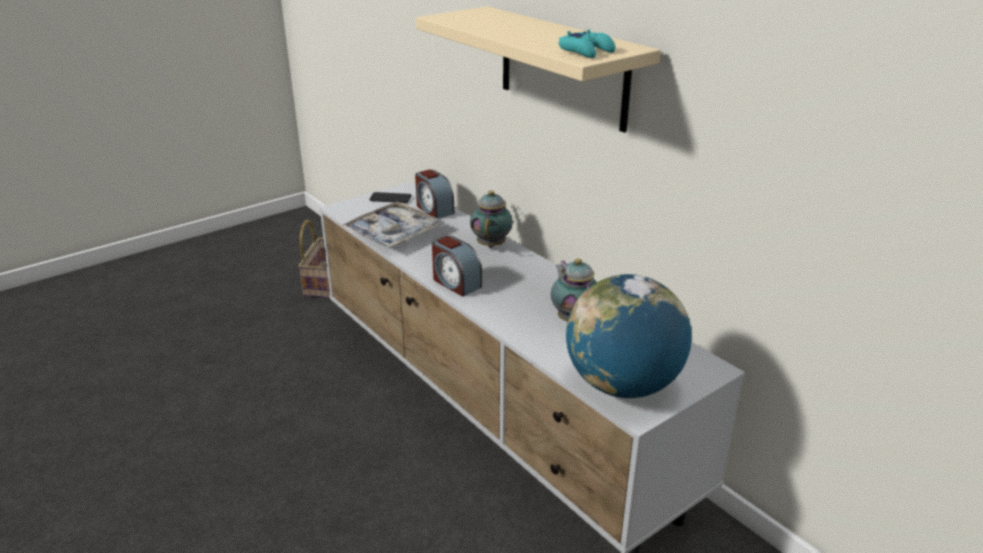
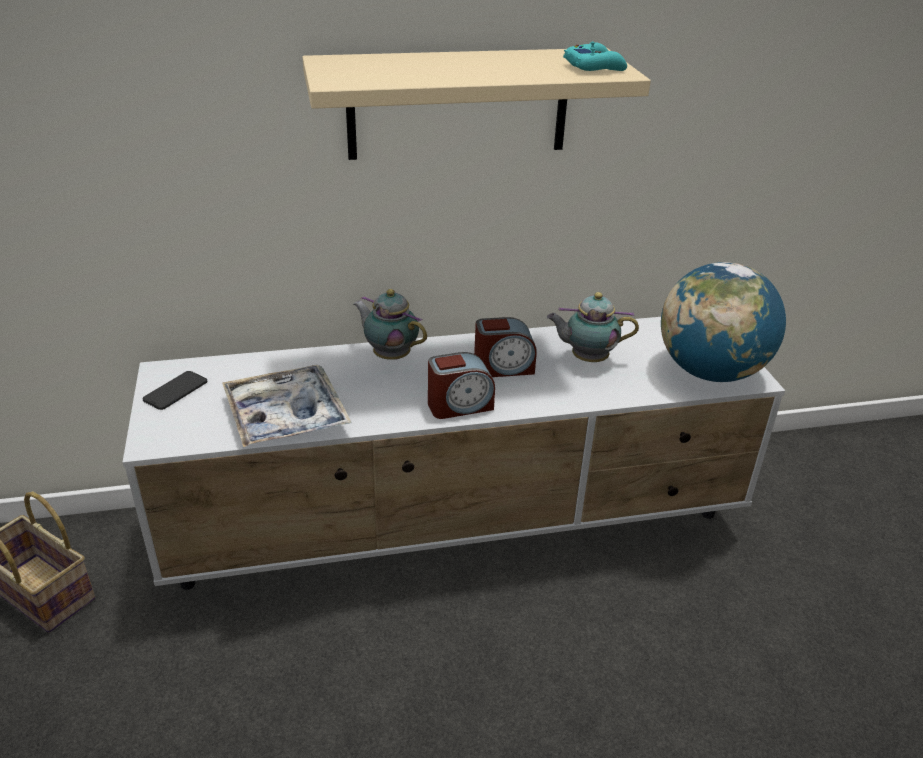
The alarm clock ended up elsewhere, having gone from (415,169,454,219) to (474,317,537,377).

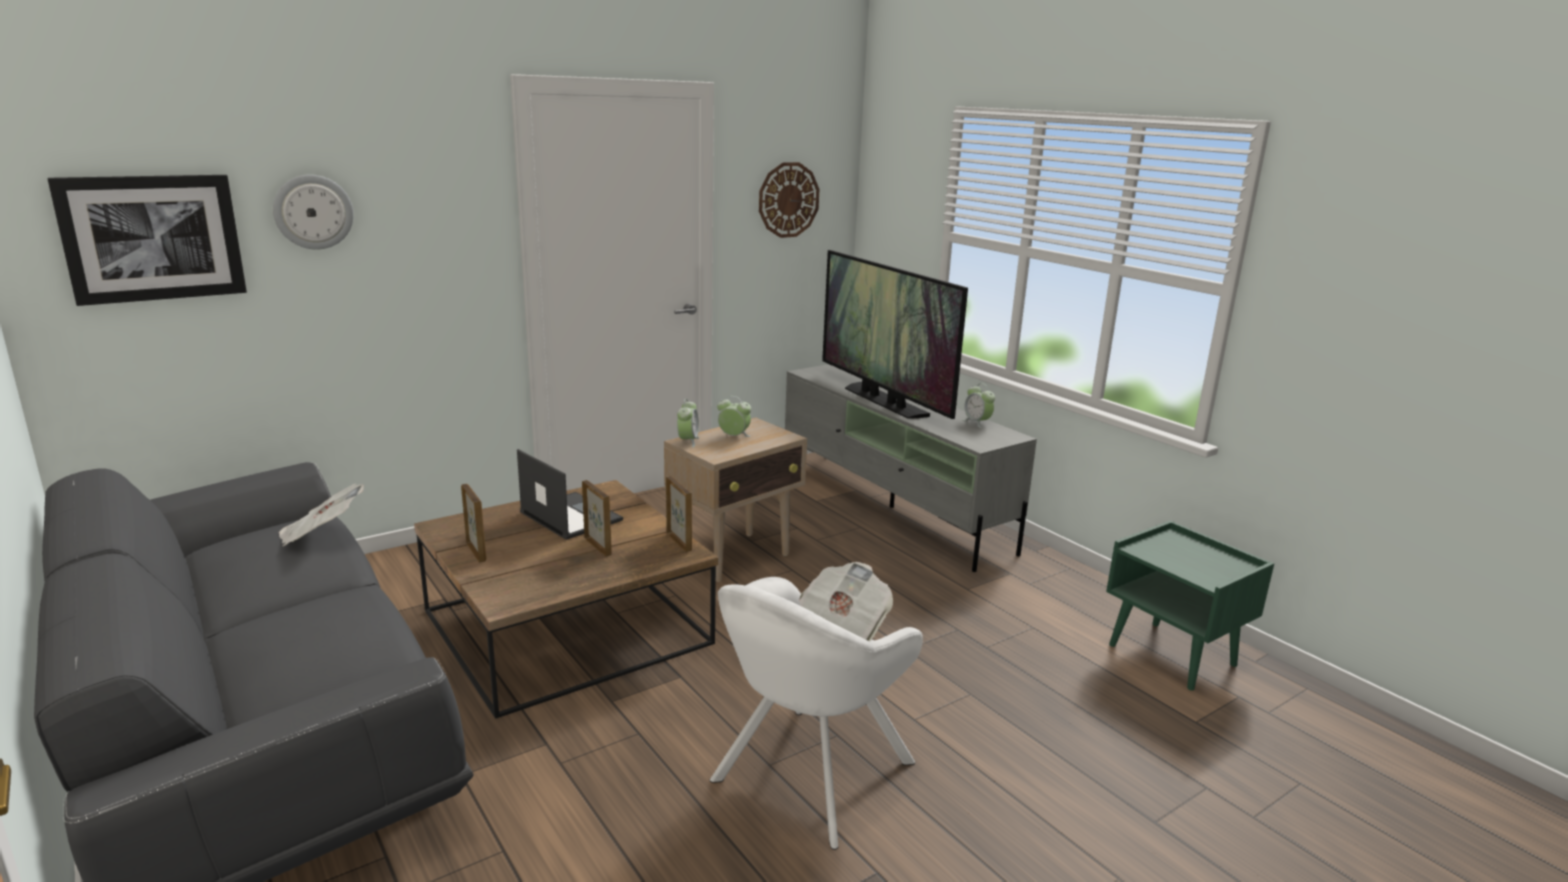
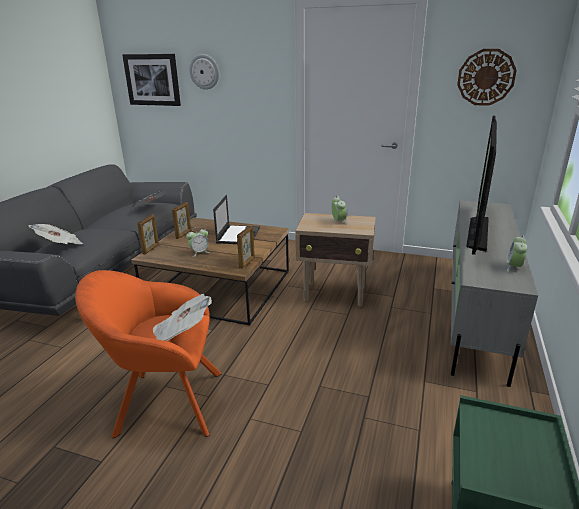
The standing frame ended up elsewhere, having gone from (582,480,612,556) to (137,214,159,255).
The alarm clock ended up elsewhere, having gone from (677,398,699,447) to (186,227,210,257).
What was the whitish easy chair at (710,577,923,850) turned into the orange easy chair at (75,270,222,438).
The second view gained the daily paper at (28,224,83,244).

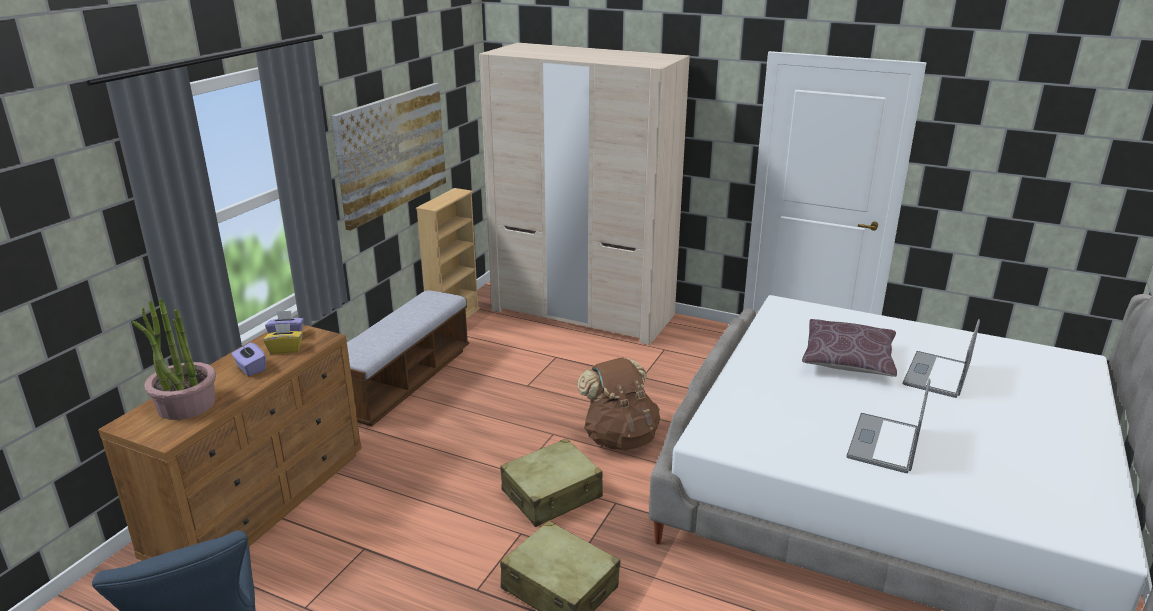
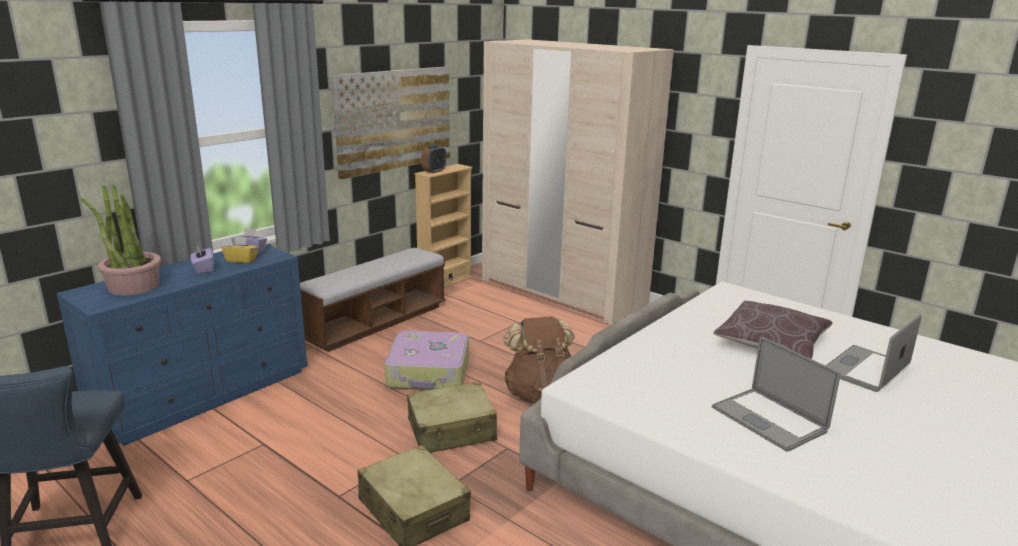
What was the brown chest of drawers at (98,325,362,561) turned into the blue-coloured chest of drawers at (56,244,308,446).
The notebook computer at (846,379,931,473) ended up facing another way, 75 degrees counterclockwise from before.
The second view gained the suitcase at (384,330,469,390).
The second view gained the alarm clock at (421,145,446,173).

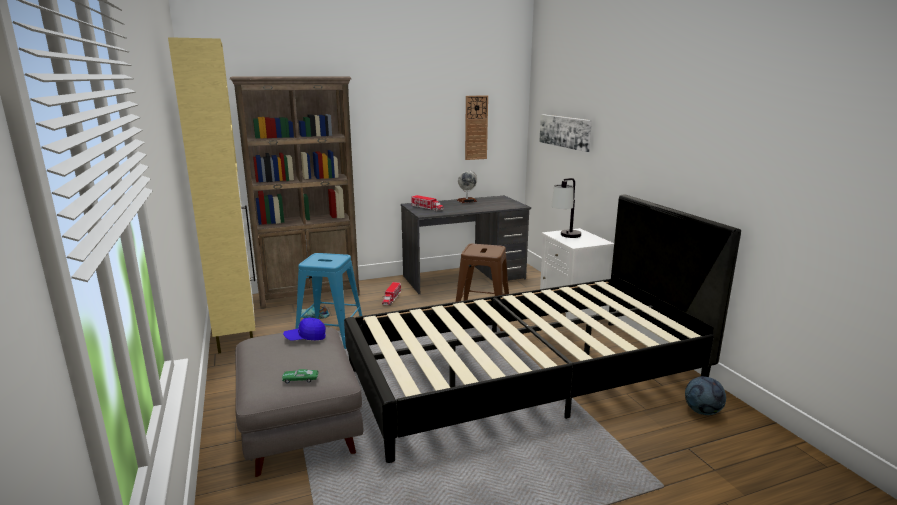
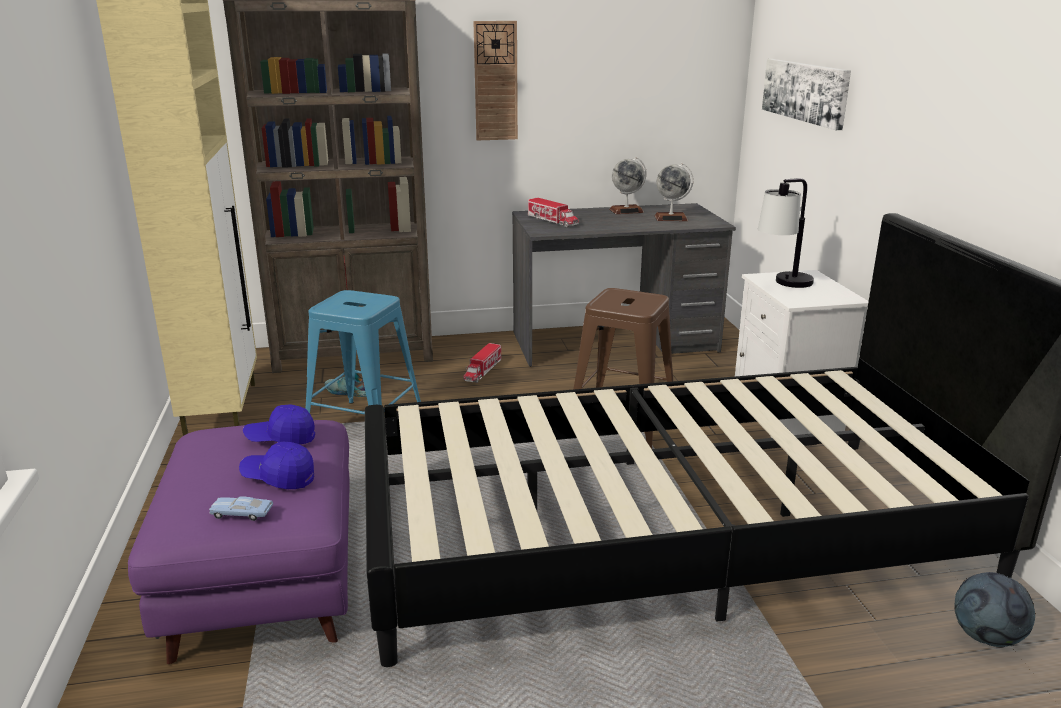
What was the grey footrest at (235,327,363,477) turned into the purplish footrest at (128,420,349,664).
What was the green-coloured model car at (282,369,319,384) turned into the blue-coloured model car at (209,496,273,521).
The hanging clock ended up elsewhere, having gone from (465,95,488,160) to (473,21,518,140).
The second view gained the blue-coloured peaked cap at (239,441,314,489).
The second view gained the desk globe at (654,163,694,221).

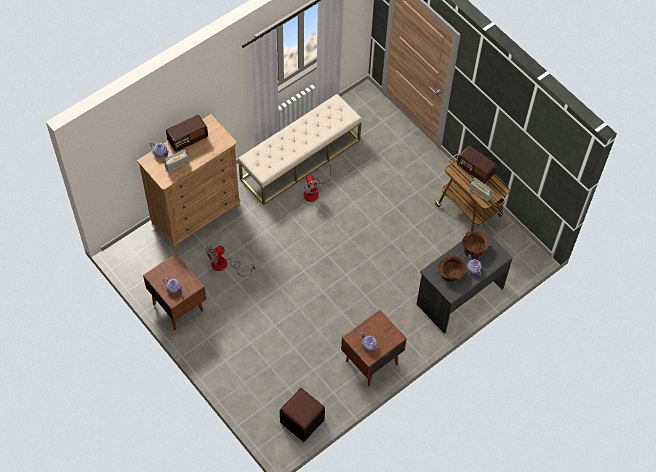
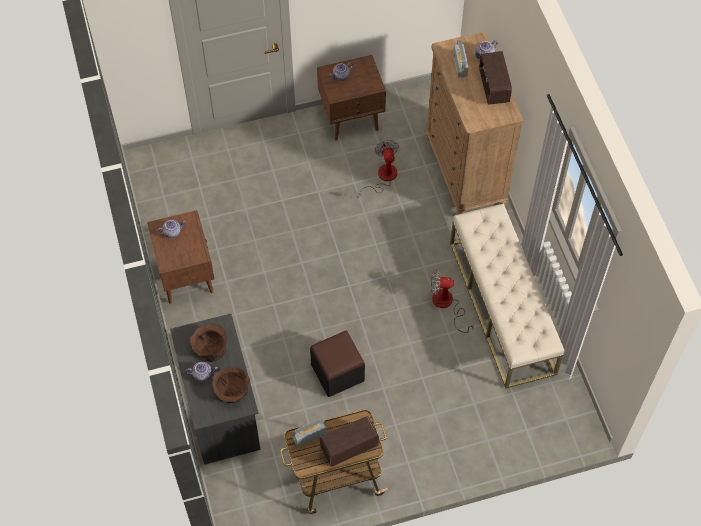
The black-coloured footrest ended up elsewhere, having gone from (280,388,325,442) to (310,331,365,397).

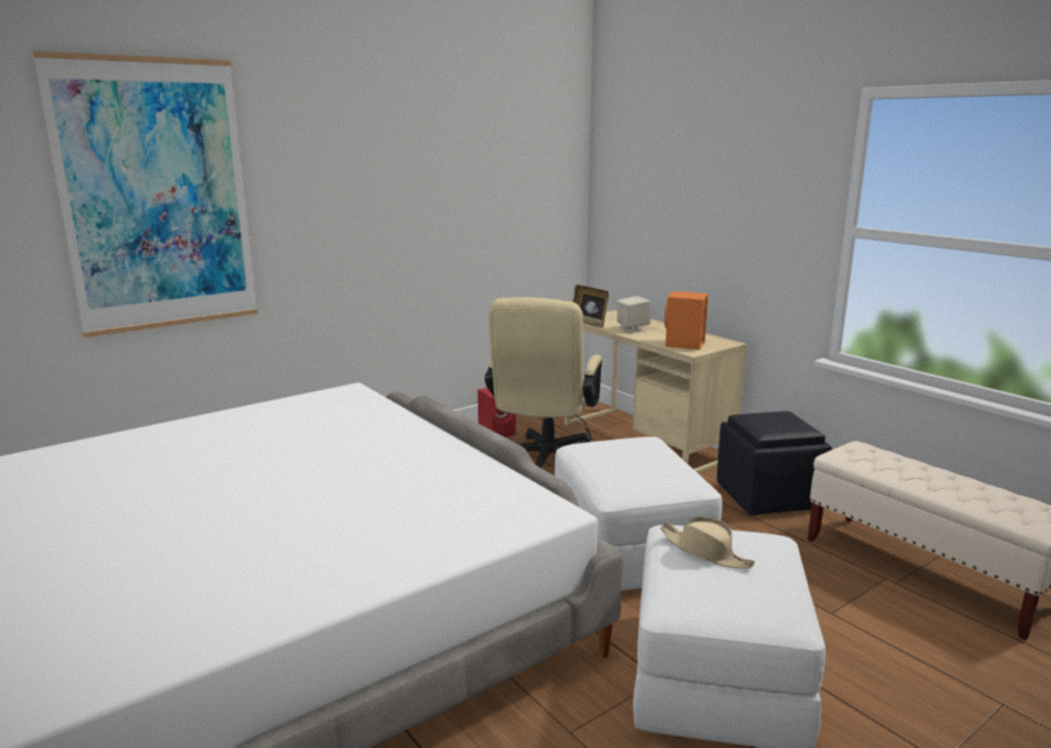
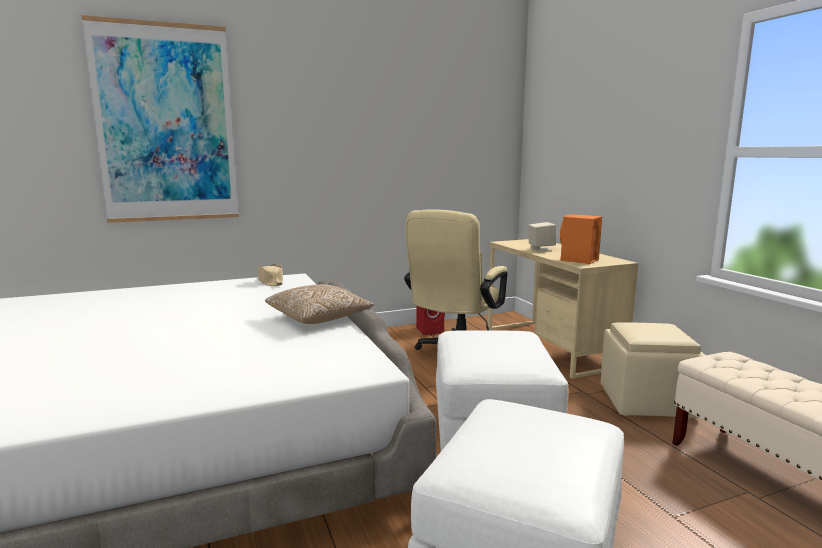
The second view lost the standing frame at (573,285,609,328).
The beige wearable hat ended up elsewhere, having gone from (661,517,755,569) to (258,264,283,286).
What was the black-coloured footrest at (717,411,832,516) turned into the beige footrest at (601,322,706,418).
The second view gained the throw pillow at (265,284,374,324).

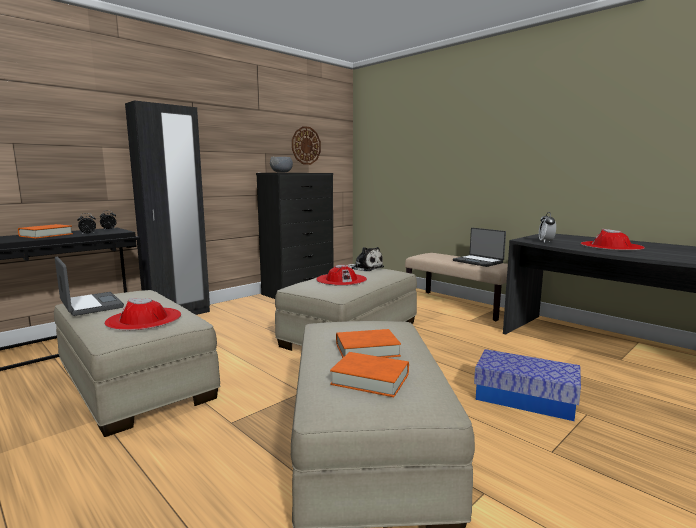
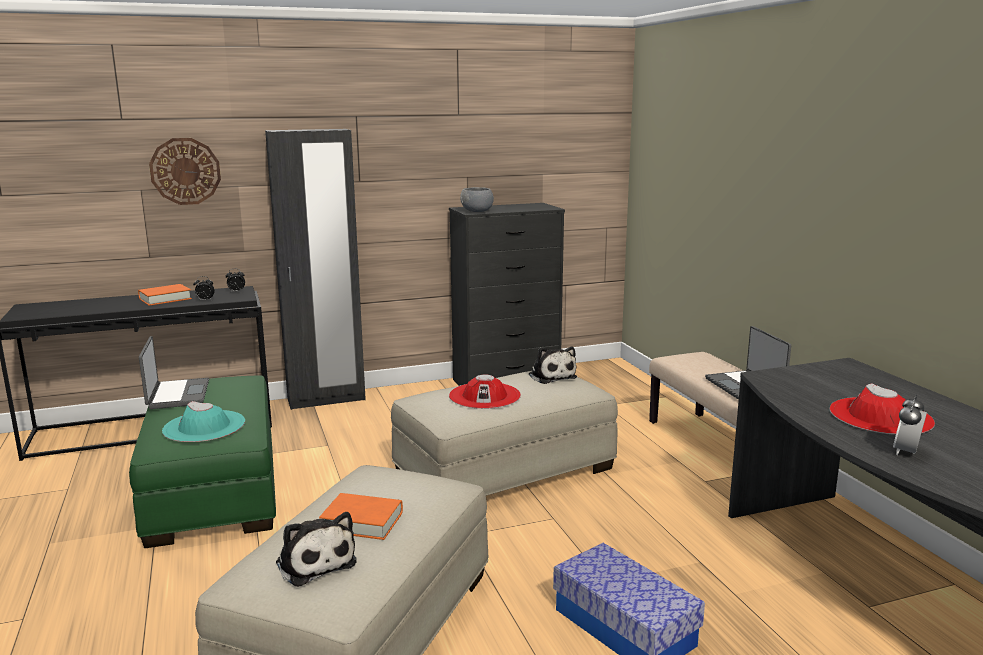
What was the beige footrest at (54,290,221,437) turned into the green-coloured footrest at (129,375,276,548).
What was the red-coloured wearable hat at (104,298,181,330) turned into the blue-green wearable hat at (162,401,245,442).
The hanging clock ended up elsewhere, having gone from (292,126,321,165) to (149,138,221,205).
Where the orange book stood at (330,352,409,397), the soft toy came to stand at (276,512,356,587).
The alarm clock ended up elsewhere, having gone from (539,212,556,243) to (893,394,927,455).

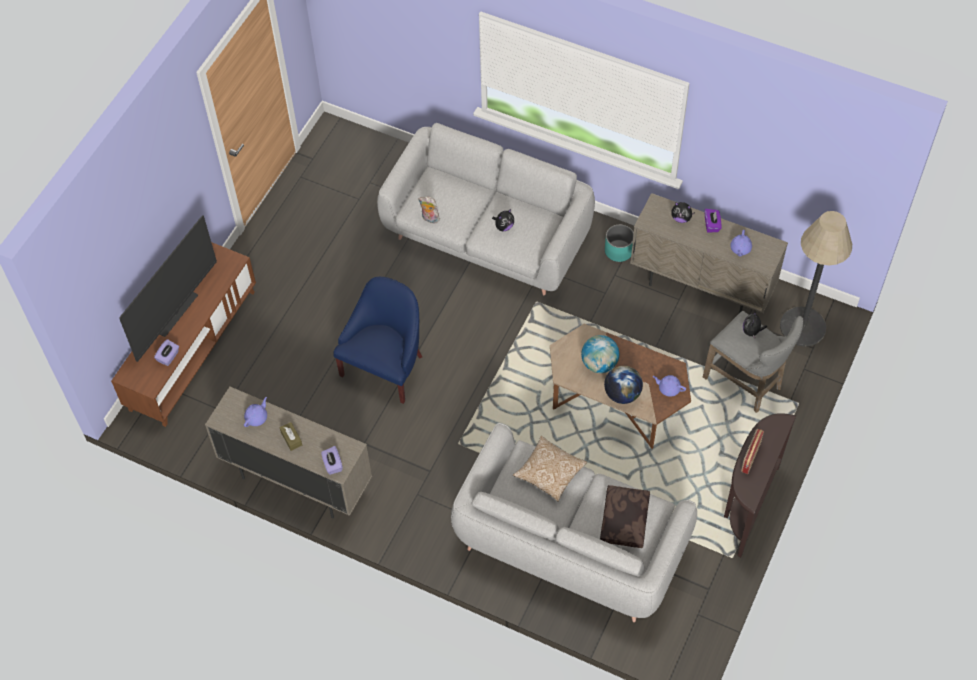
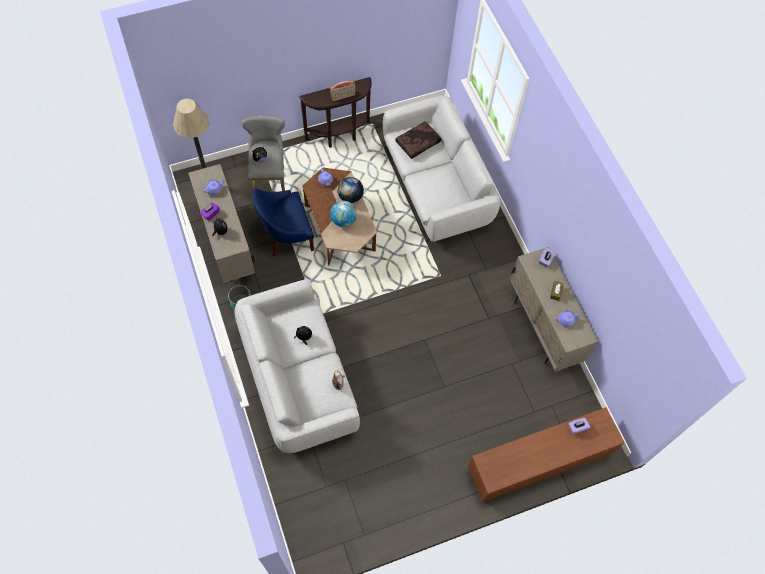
The second view lost the TV at (119,215,217,362).
The blue-coloured easy chair ended up elsewhere, having gone from (333,277,422,404) to (252,189,314,257).
The second view lost the throw pillow at (513,436,587,502).

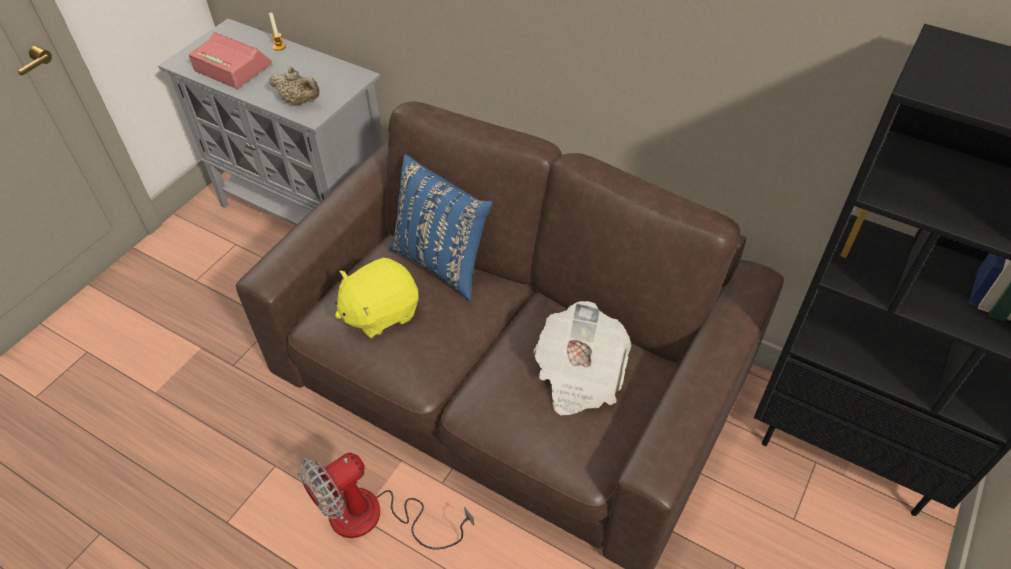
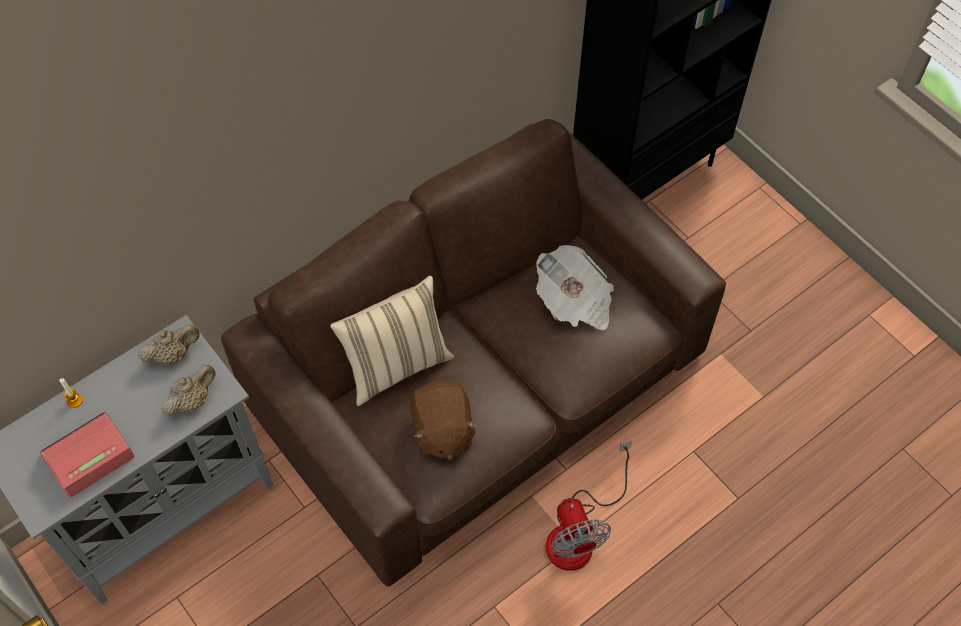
What was the yellow-coloured soft toy at (335,258,419,339) turned into the brown soft toy at (410,381,479,460).
What was the blue-coloured throw pillow at (389,154,493,301) turned into the beige throw pillow at (330,276,454,406).
The second view gained the beige tea pot at (138,325,200,365).

